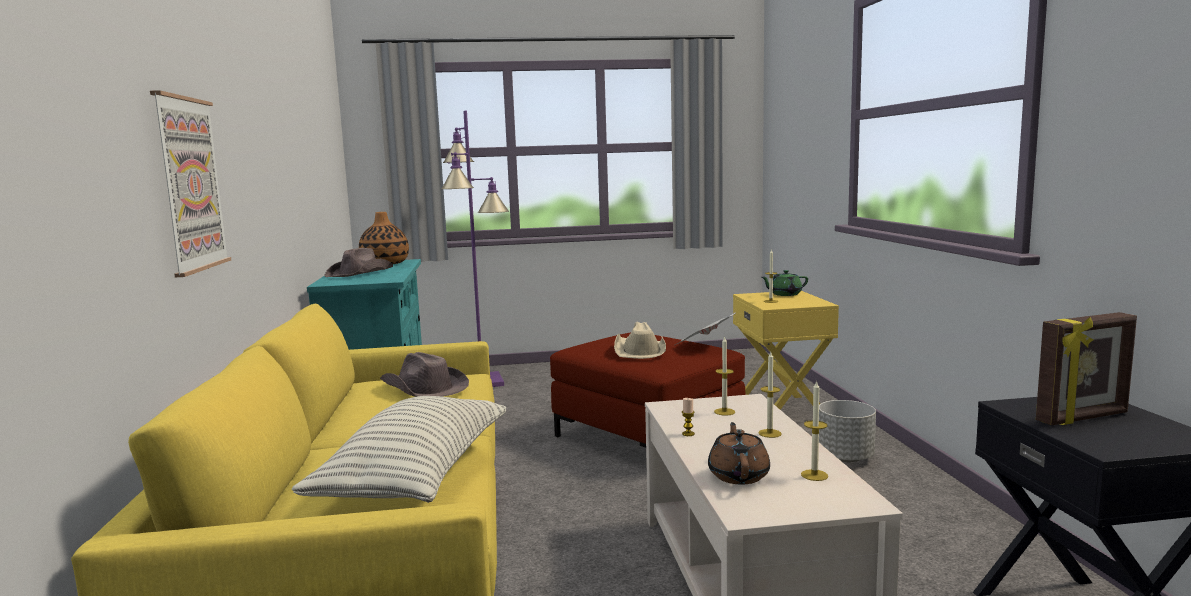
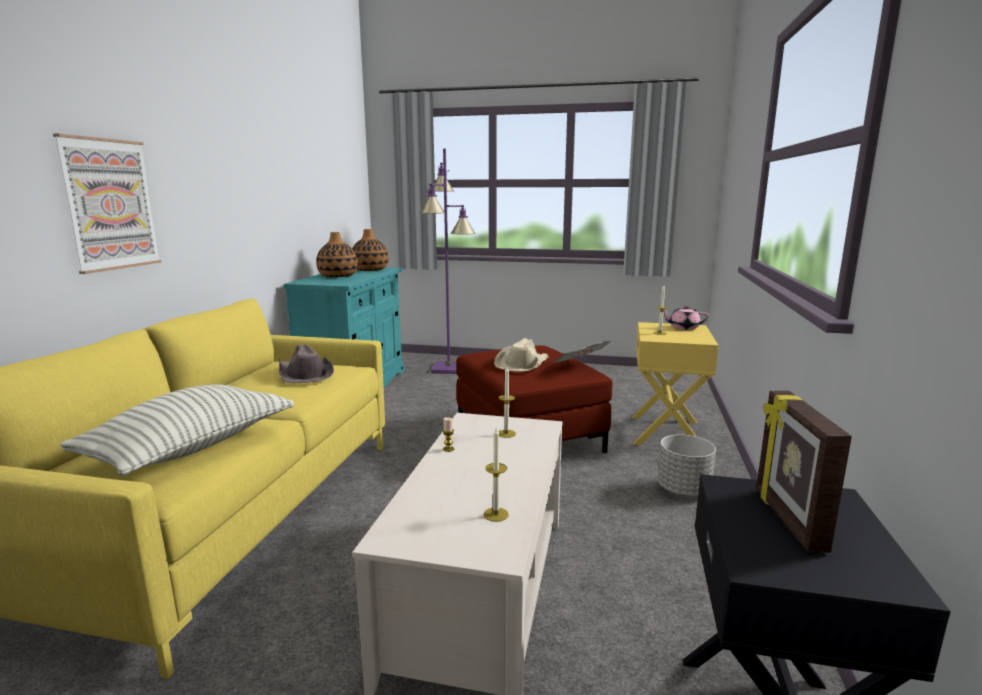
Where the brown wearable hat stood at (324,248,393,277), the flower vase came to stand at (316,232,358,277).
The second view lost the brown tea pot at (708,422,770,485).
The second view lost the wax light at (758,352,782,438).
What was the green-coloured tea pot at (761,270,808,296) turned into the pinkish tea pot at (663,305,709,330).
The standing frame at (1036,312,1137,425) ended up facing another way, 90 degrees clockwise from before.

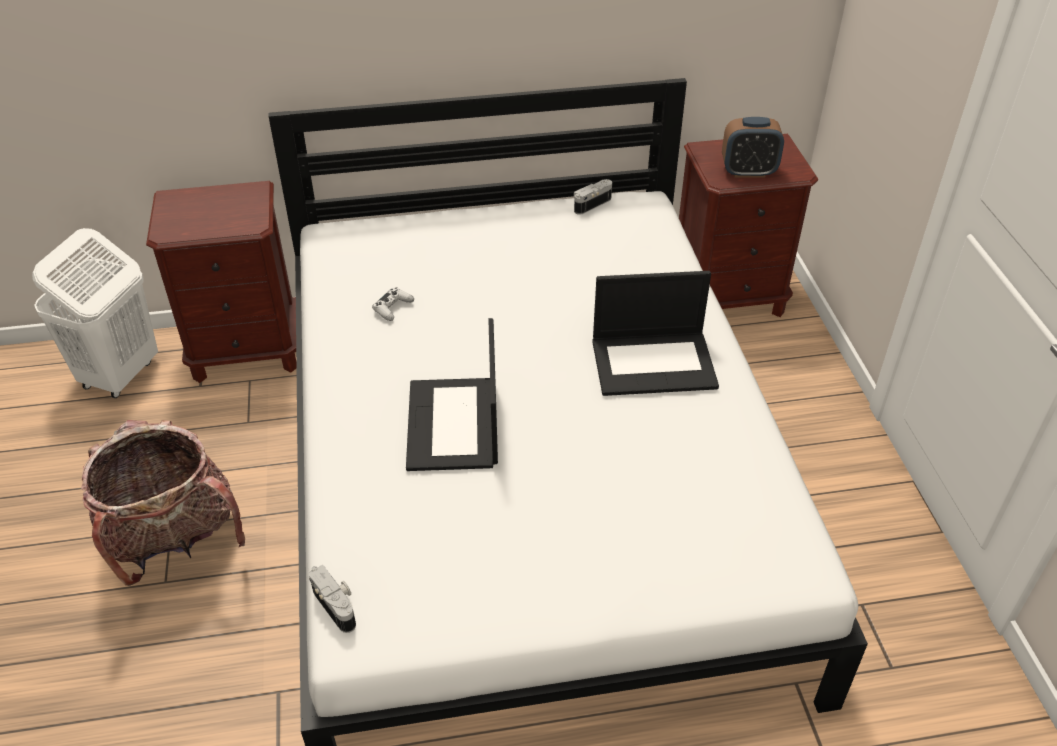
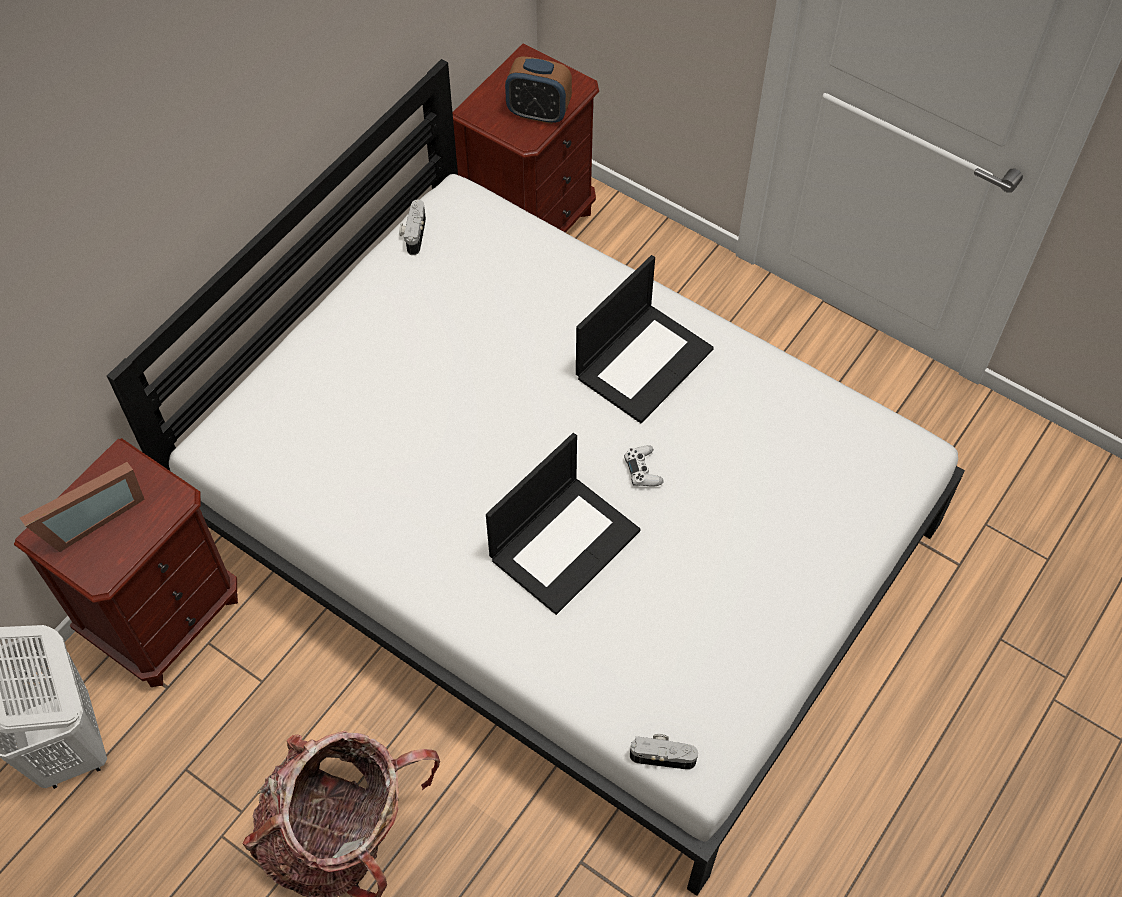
The whitish gamepad ended up elsewhere, having gone from (372,287,414,321) to (624,445,664,486).
The notebook computer at (406,318,498,471) ended up facing another way, 90 degrees counterclockwise from before.
The alarm clock at (722,117,784,178) ended up facing another way, 60 degrees clockwise from before.
The second view gained the standing frame at (20,462,145,552).

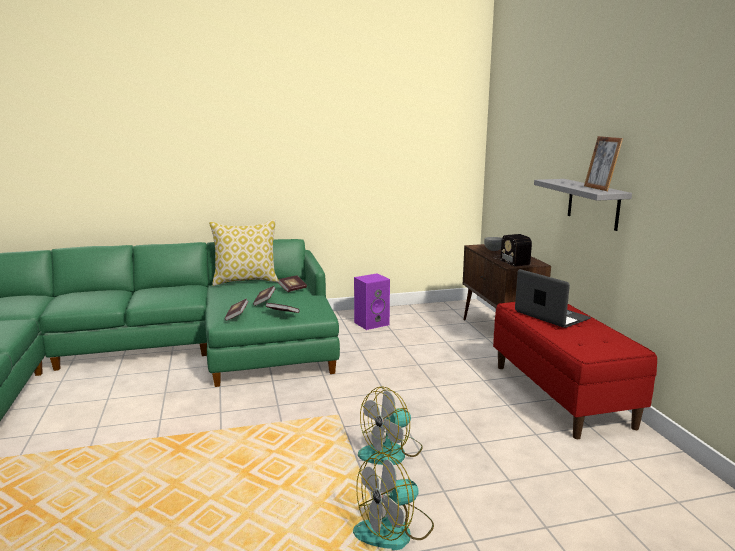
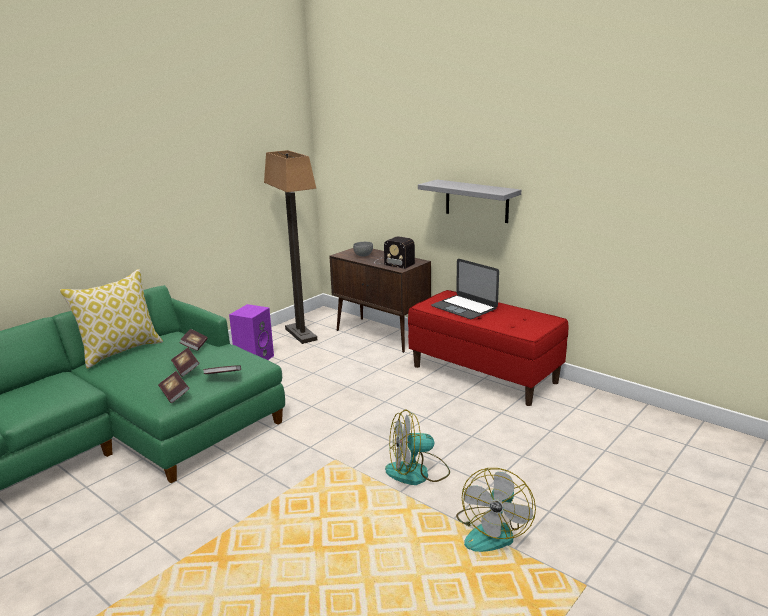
The electric fan at (358,386,423,465) ended up facing another way, 60 degrees clockwise from before.
The notebook computer at (515,269,591,328) ended up facing another way, 150 degrees counterclockwise from before.
The second view lost the standing frame at (584,136,623,191).
The second view gained the standard lamp at (264,150,317,344).

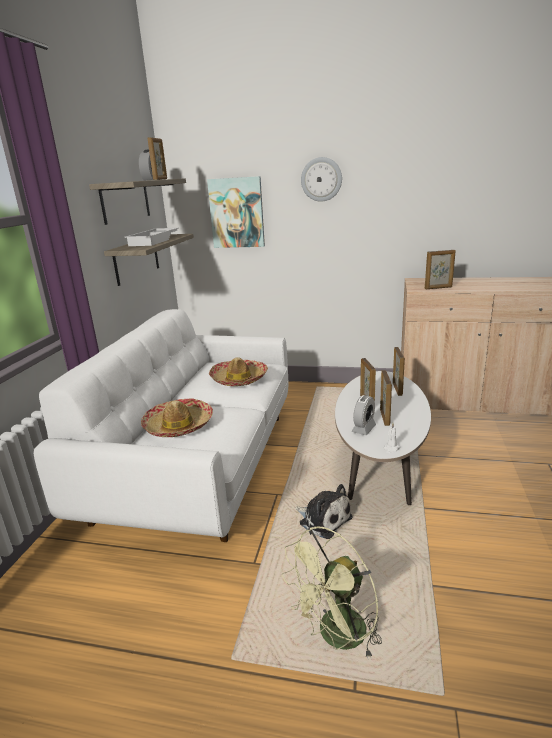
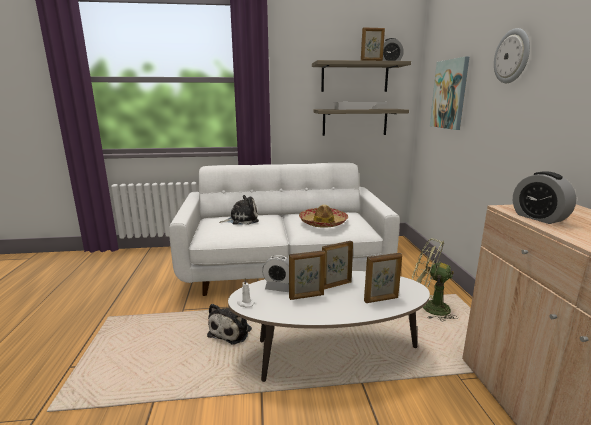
Where the wearable hat stood at (141,398,213,437), the soft toy came to stand at (219,195,259,225).
The green-coloured electric fan ended up elsewhere, having gone from (282,526,382,660) to (412,238,458,321).
Where the standing frame stood at (425,250,456,289), the alarm clock came to stand at (513,171,576,224).

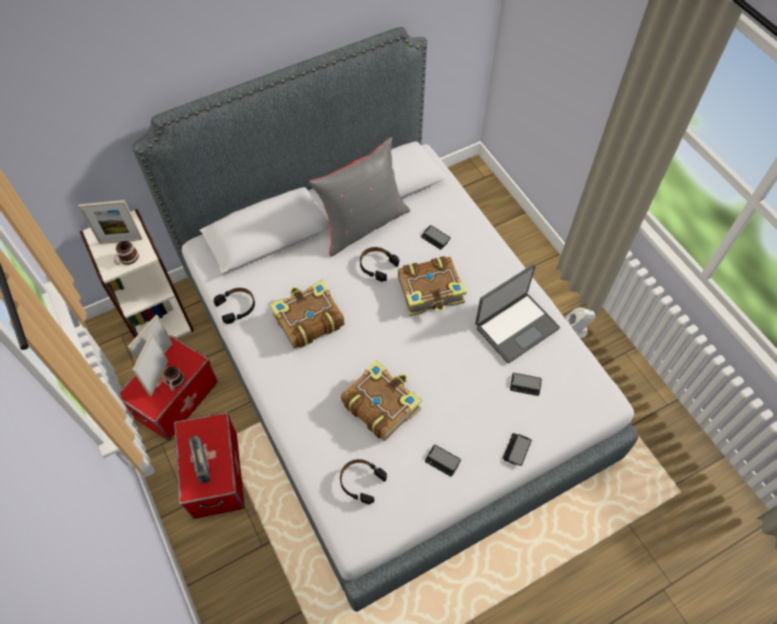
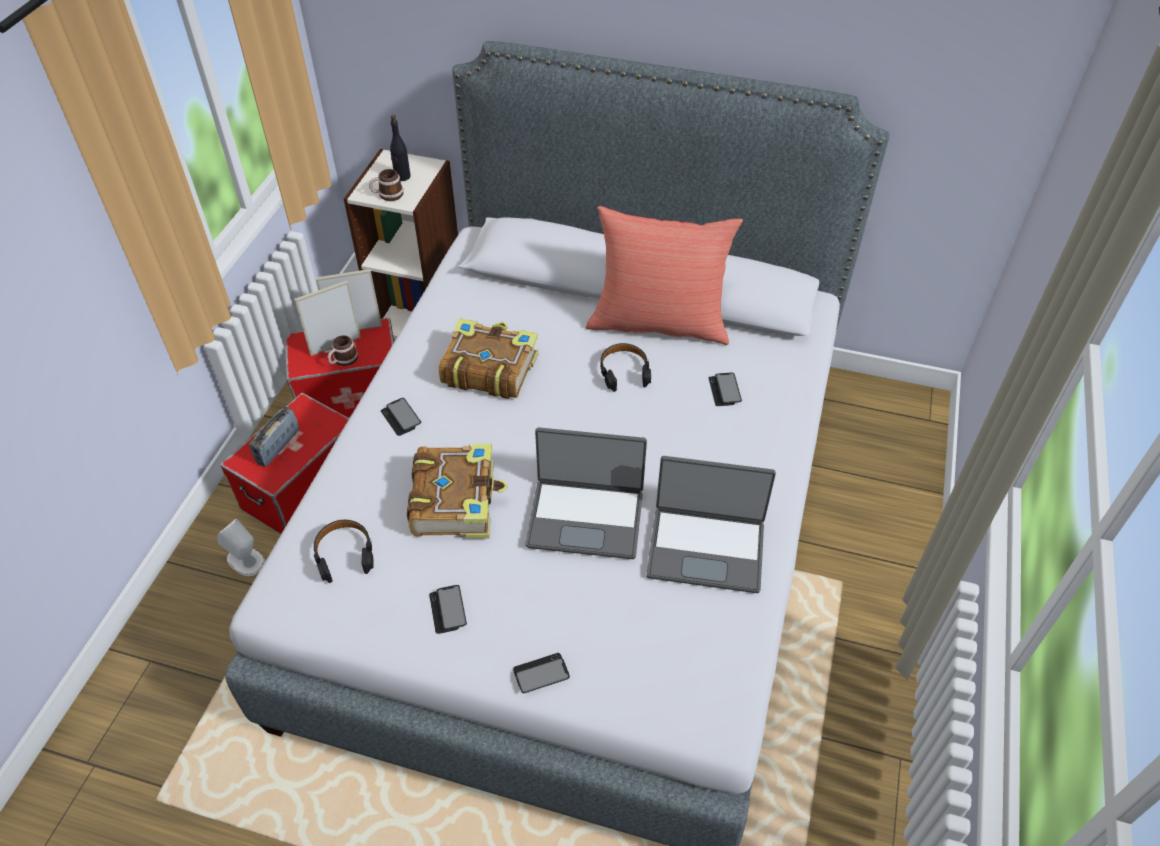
Where the standing frame stood at (78,200,142,244), the black-coloured beverage bottle came to stand at (390,115,411,181).
The second view lost the black-coloured headphones at (214,288,255,324).
What was the grey throw pillow at (309,137,410,256) turned into the red-coloured throw pillow at (586,206,743,345).
The second view lost the book at (398,256,467,316).
The phone ended up elsewhere, having gone from (510,373,542,396) to (381,398,421,436).
The whitish speaker ended up elsewhere, having gone from (565,307,595,339) to (217,519,265,576).
The second view gained the notebook computer at (525,427,647,559).

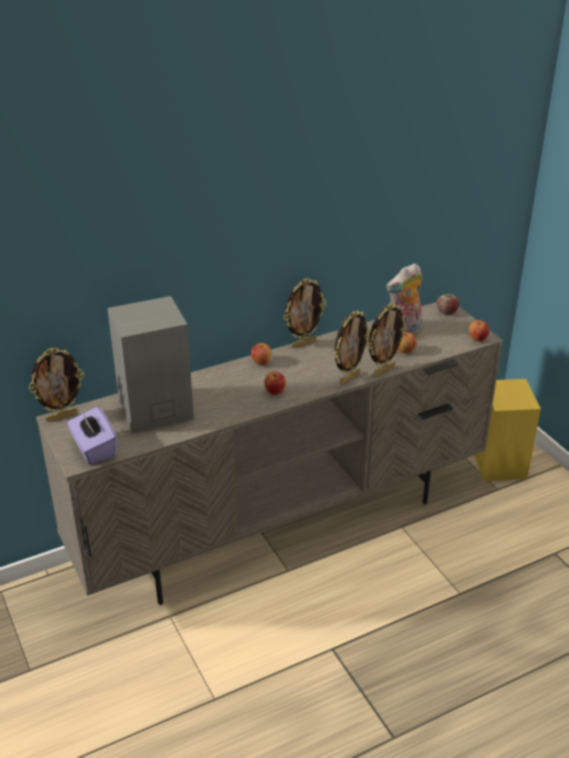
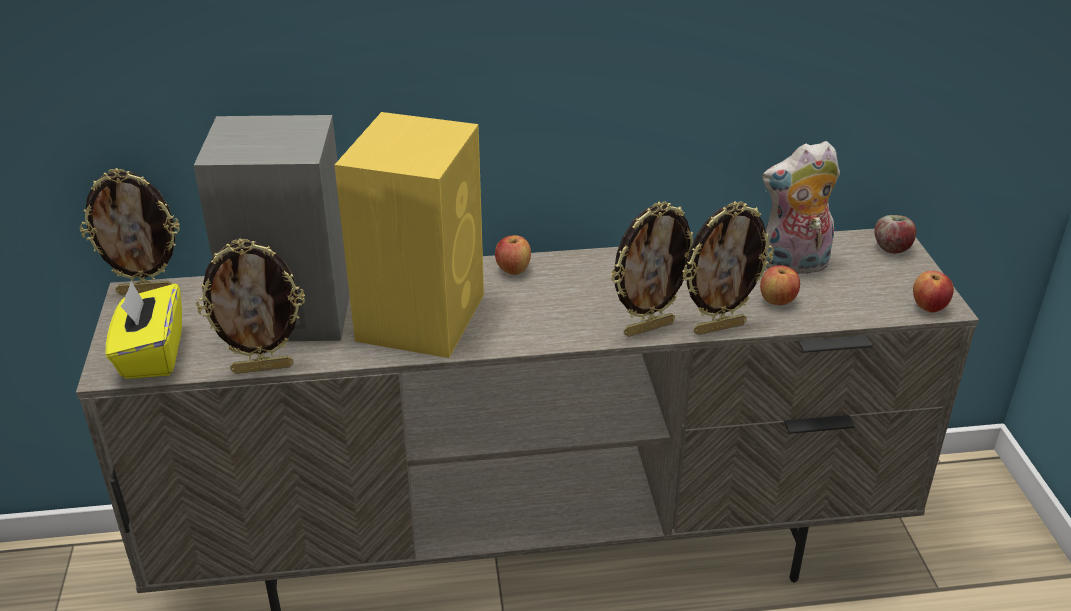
What was the purplish box of tissues at (68,407,117,465) turned into the yellow-coloured box of tissues at (106,282,182,379).
The second view lost the apple at (264,371,286,395).
The standing frame ended up elsewhere, having gone from (284,278,327,348) to (196,238,305,374).
The yellow-coloured speaker ended up elsewhere, having gone from (474,379,541,481) to (334,112,484,358).

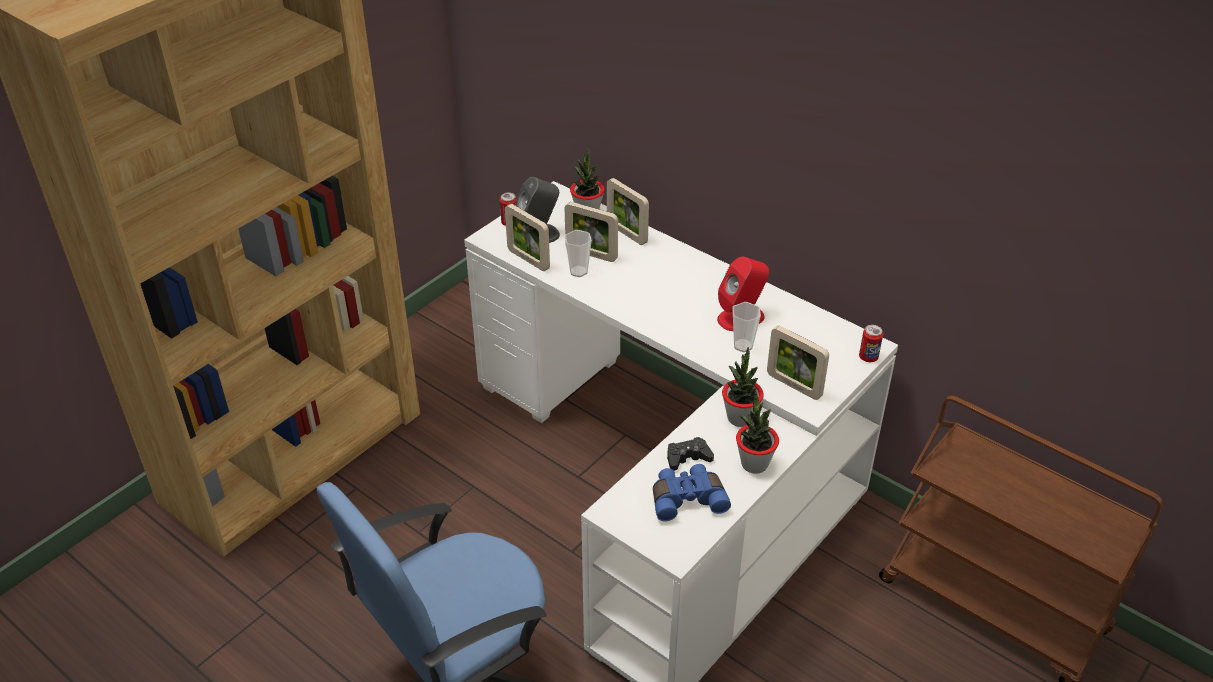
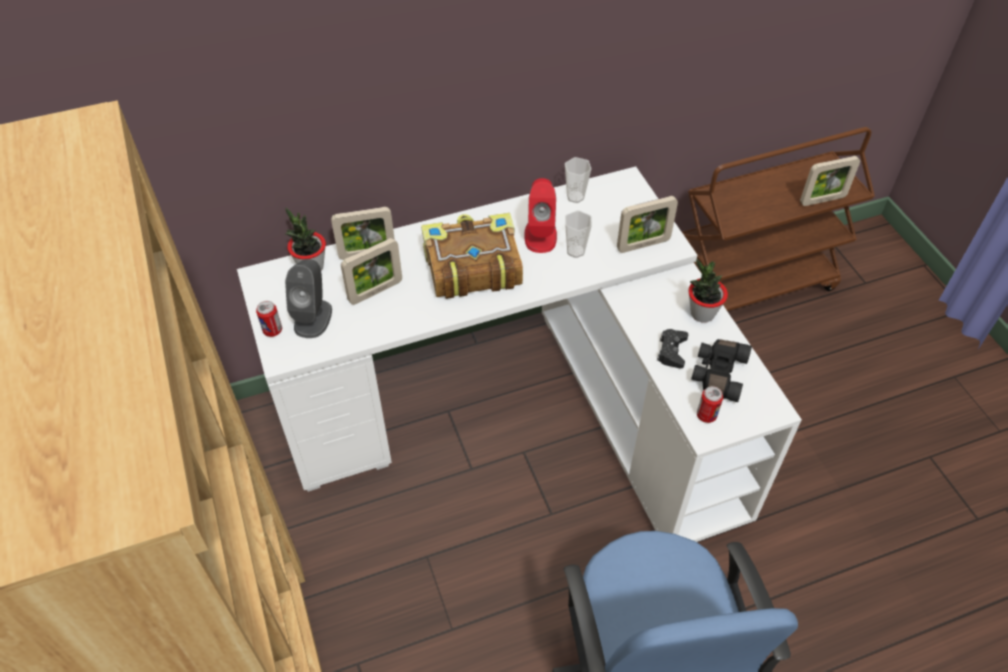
The standing frame ended up elsewhere, having gone from (505,204,550,271) to (800,156,860,206).
The small cup ended up elsewhere, having gone from (565,230,592,277) to (565,157,591,203).
What was the blue-coloured pair of binoculars at (653,464,731,522) turned into the black-coloured pair of binoculars at (691,339,752,402).
The second view lost the plant in a pot at (722,347,764,427).
The can ended up elsewhere, having gone from (859,325,883,362) to (697,386,723,423).
The second view gained the book at (421,213,523,299).

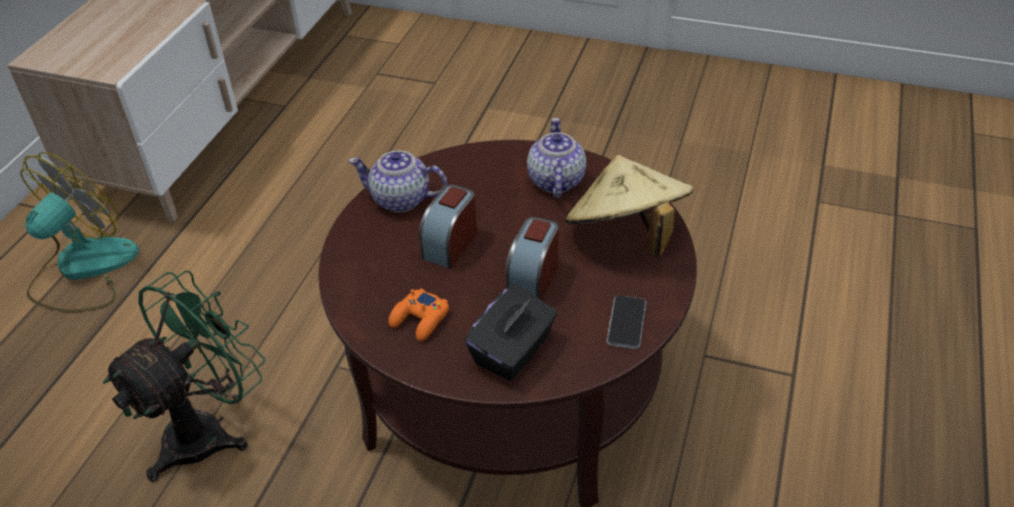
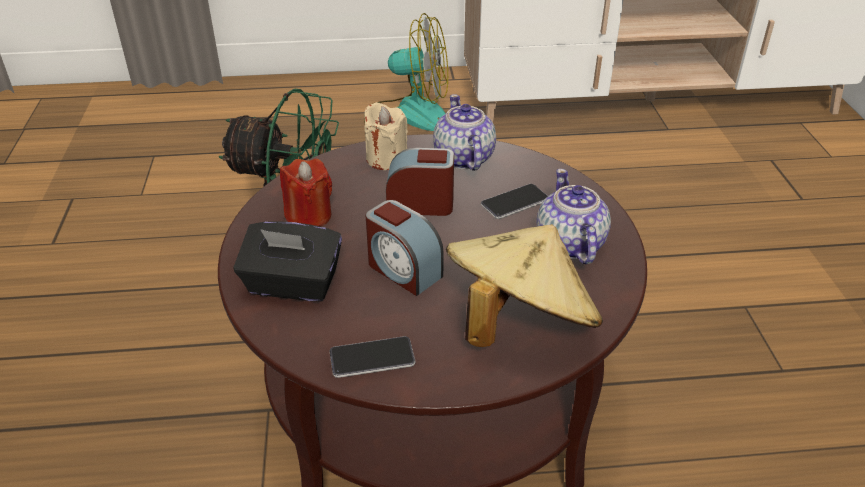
Where the orange gamepad stood at (389,289,449,342), the red-coloured wax light came to stand at (280,159,332,227).
The alarm clock at (505,217,559,300) ended up facing another way, 135 degrees counterclockwise from before.
The tea pot at (527,118,587,198) ended up facing another way, 75 degrees counterclockwise from before.
The second view gained the beige wax light at (364,102,408,170).
The second view gained the phone at (481,184,548,219).

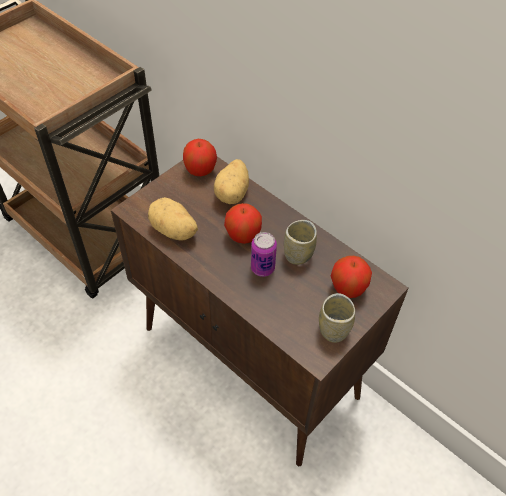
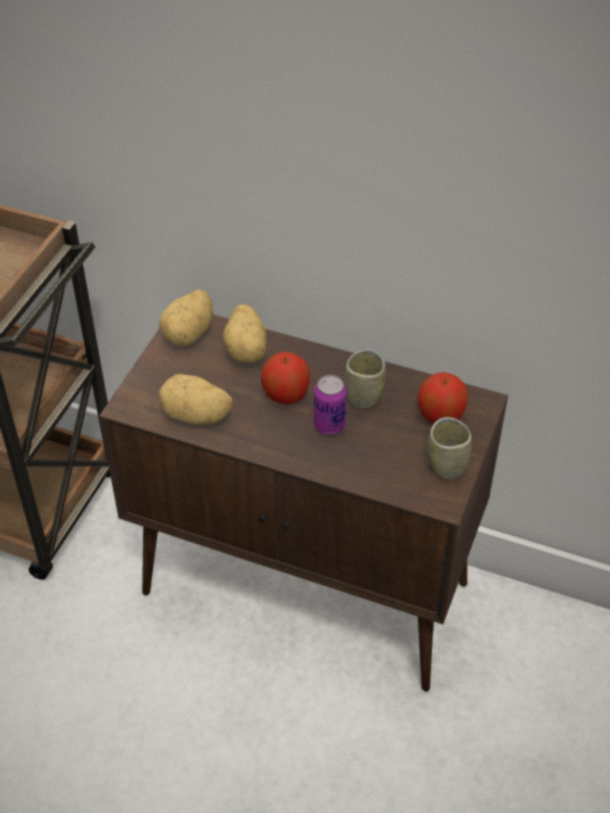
Where the apple stood at (183,139,217,176), the potato came to stand at (159,290,213,346).

